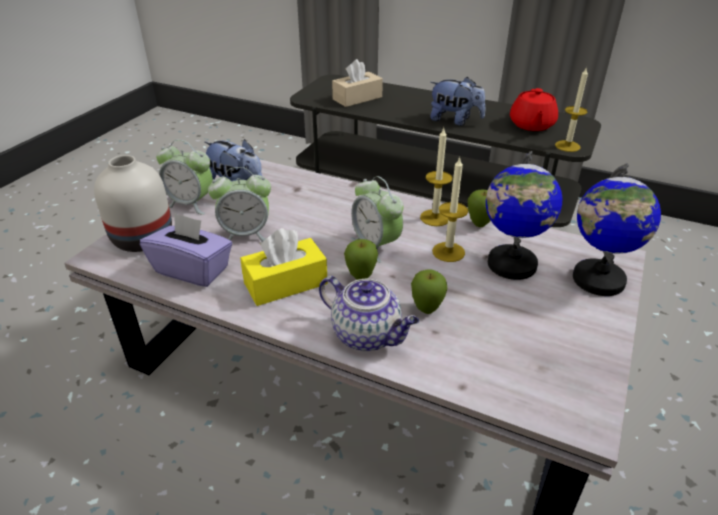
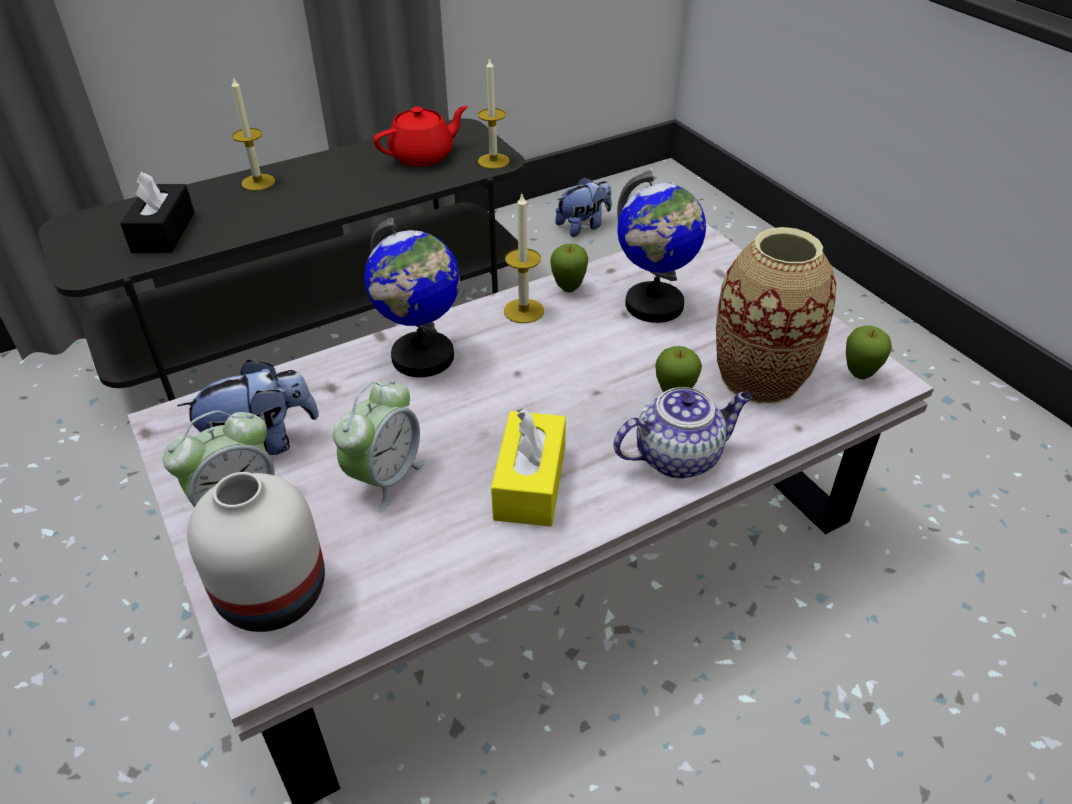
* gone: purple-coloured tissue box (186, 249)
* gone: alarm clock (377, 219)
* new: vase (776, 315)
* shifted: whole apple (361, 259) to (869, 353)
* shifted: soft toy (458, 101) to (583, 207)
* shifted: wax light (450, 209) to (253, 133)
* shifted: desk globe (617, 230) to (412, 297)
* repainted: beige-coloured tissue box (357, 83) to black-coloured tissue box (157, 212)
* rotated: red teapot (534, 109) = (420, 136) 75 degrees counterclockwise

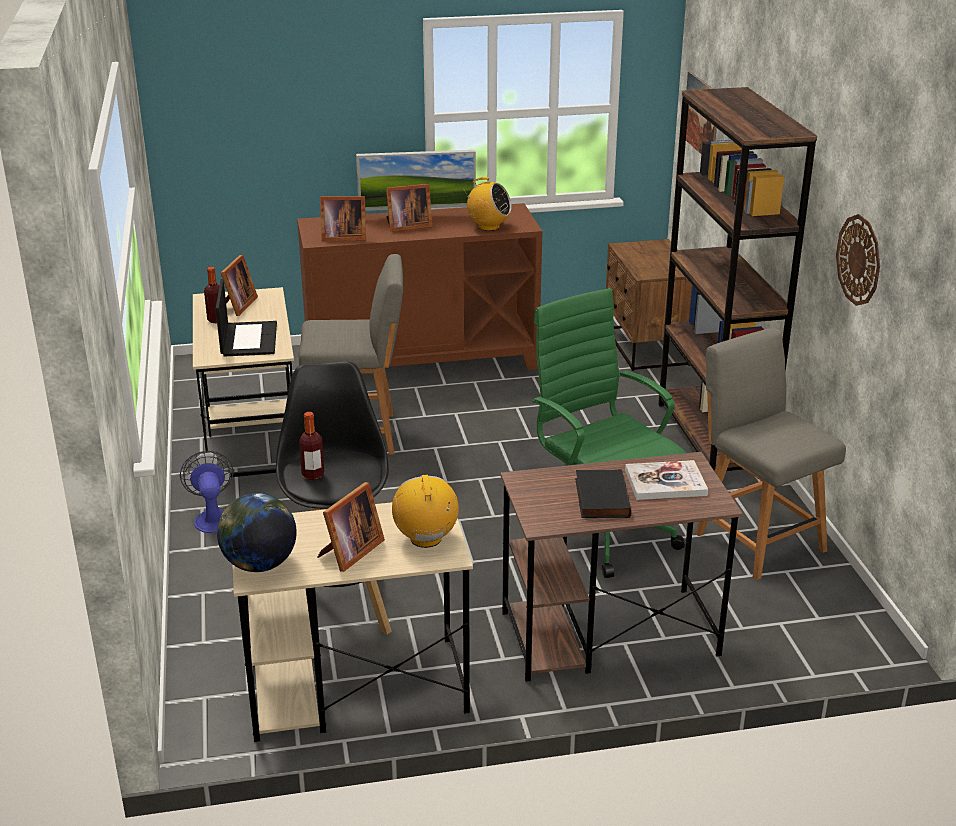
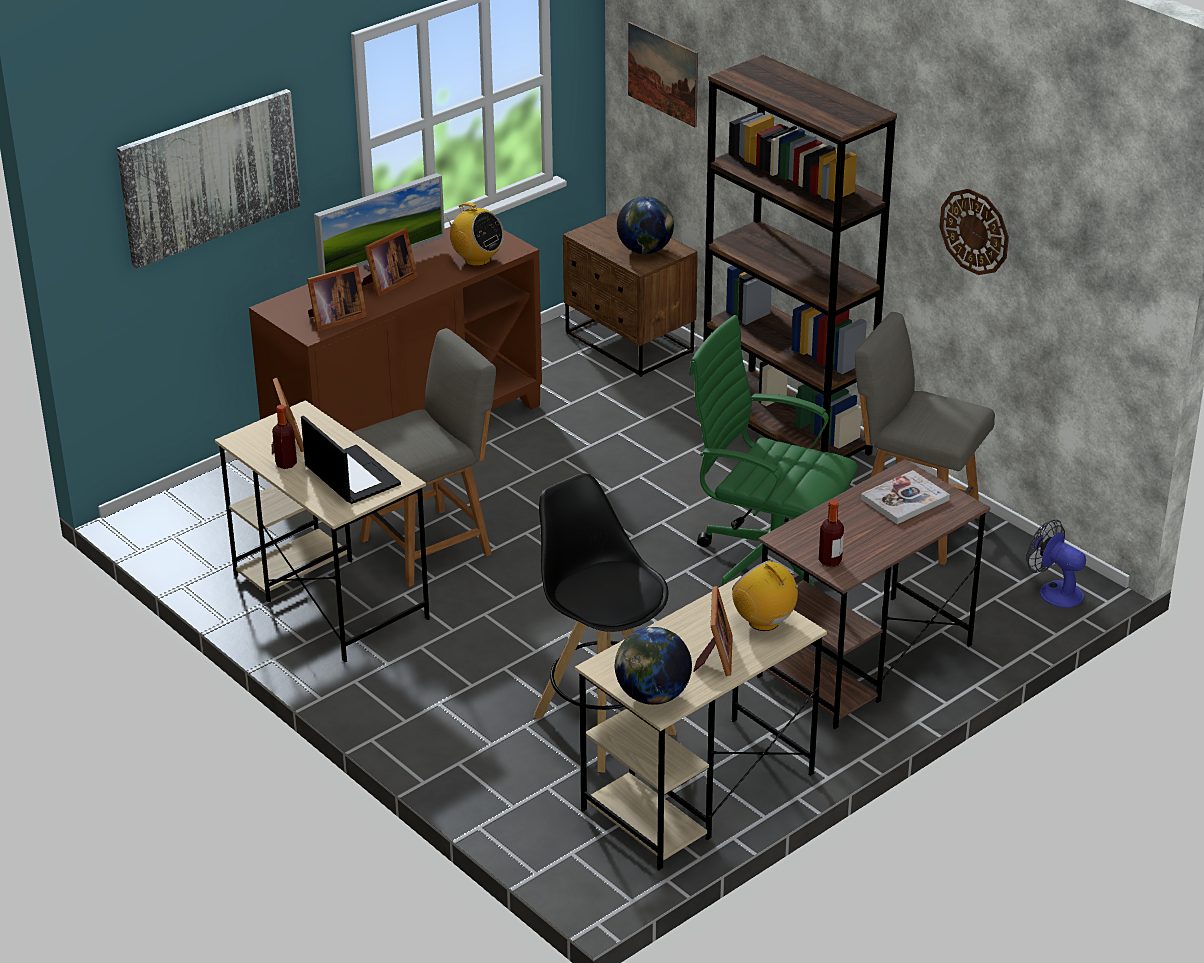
* gone: black-coloured bound book (603, 493)
* new: wall picture (209, 179)
* new: desk globe (645, 225)
* shifted: fan (207, 492) to (1056, 563)
* shifted: beverage bottle (311, 446) to (831, 533)
* rotated: radio receiver (487, 204) = (476, 234) 45 degrees clockwise

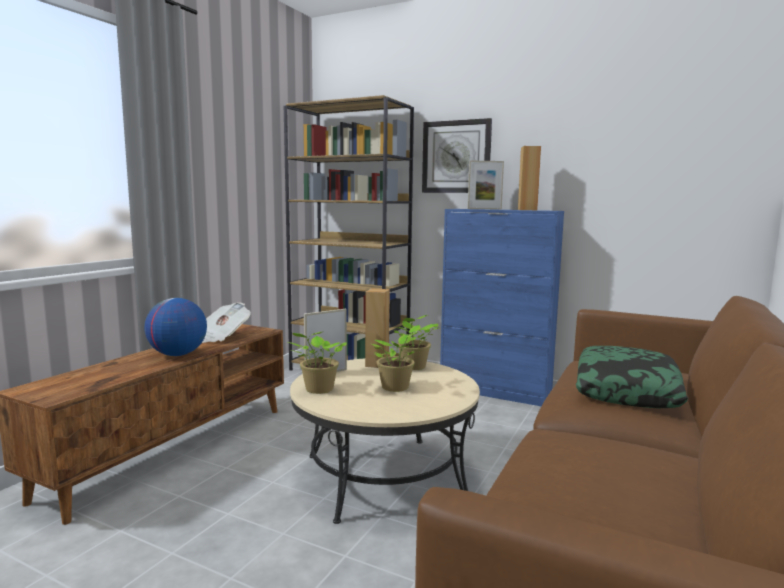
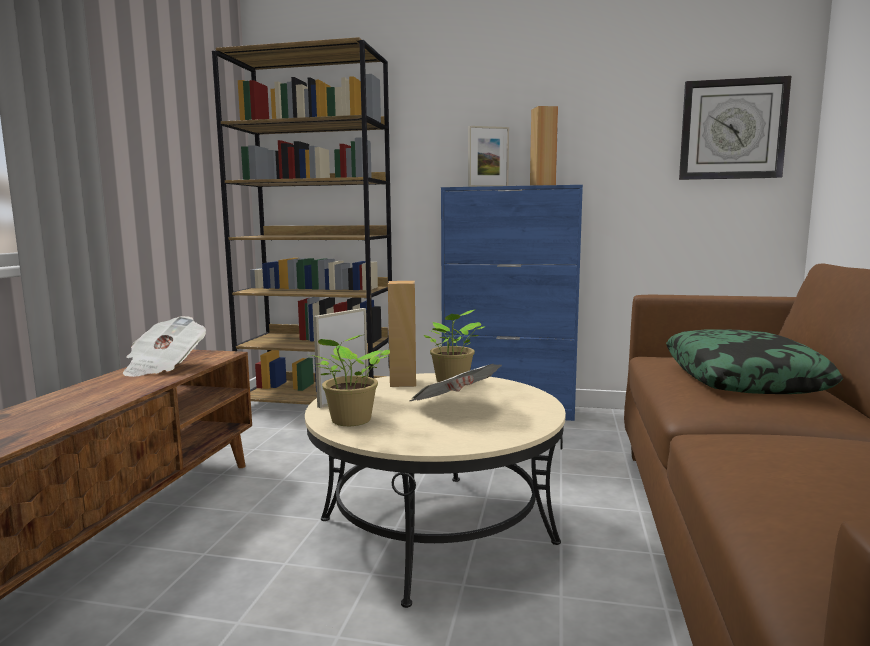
* gone: desk globe (175, 327)
* shifted: hanging clock (457, 155) to (735, 128)
* swapped: plant in a pot (396, 358) to newspaper (455, 382)

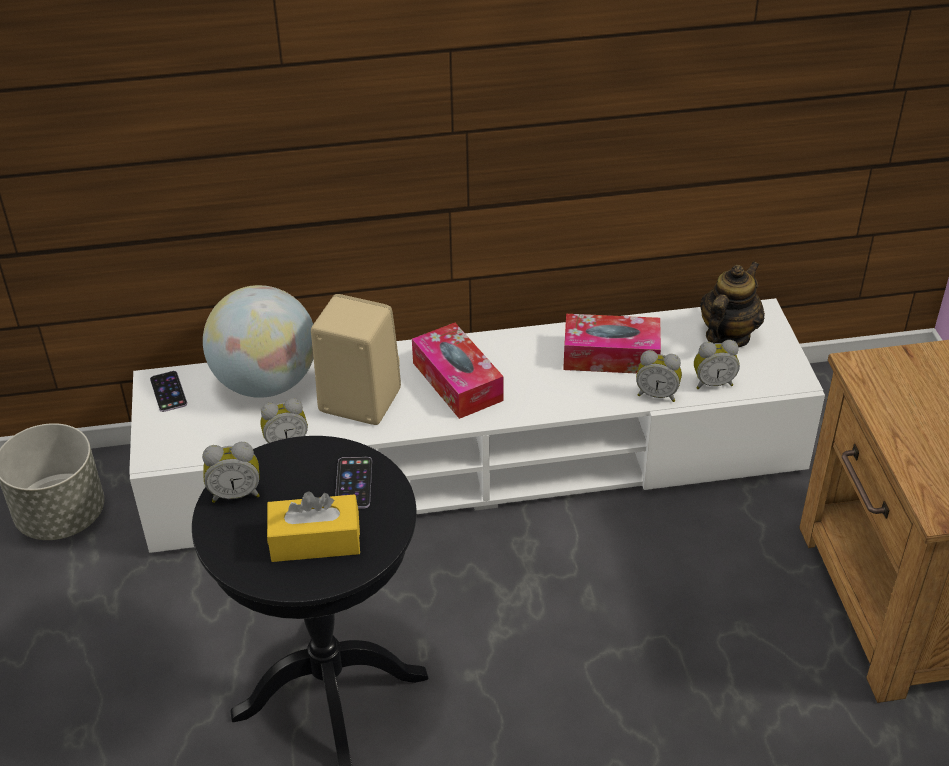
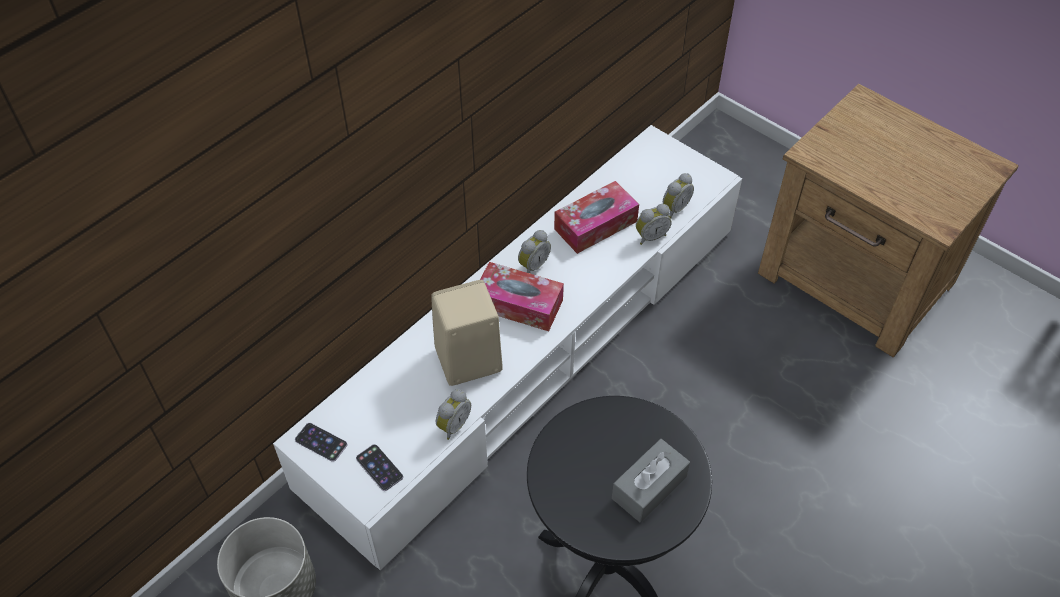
* gone: desk globe (258, 341)
* gone: teapot (732, 304)
* shifted: alarm clock (231, 472) to (534, 251)
* shifted: telephone (353, 483) to (379, 467)
* repainted: yellow tissue box (313, 526) to greyish tissue box (651, 481)

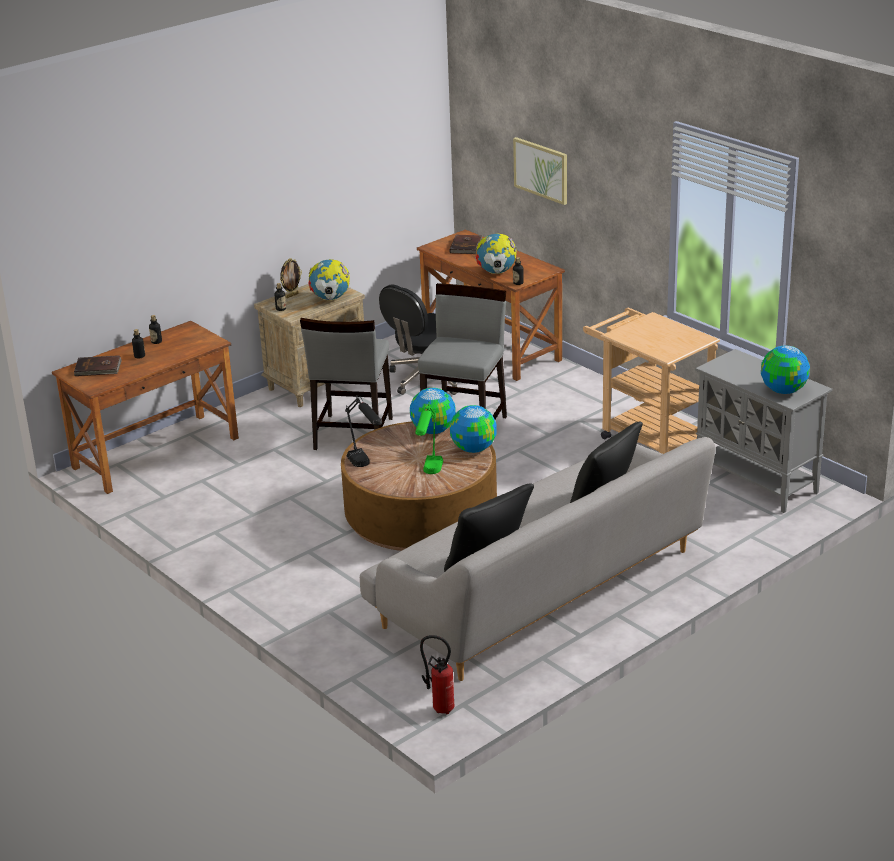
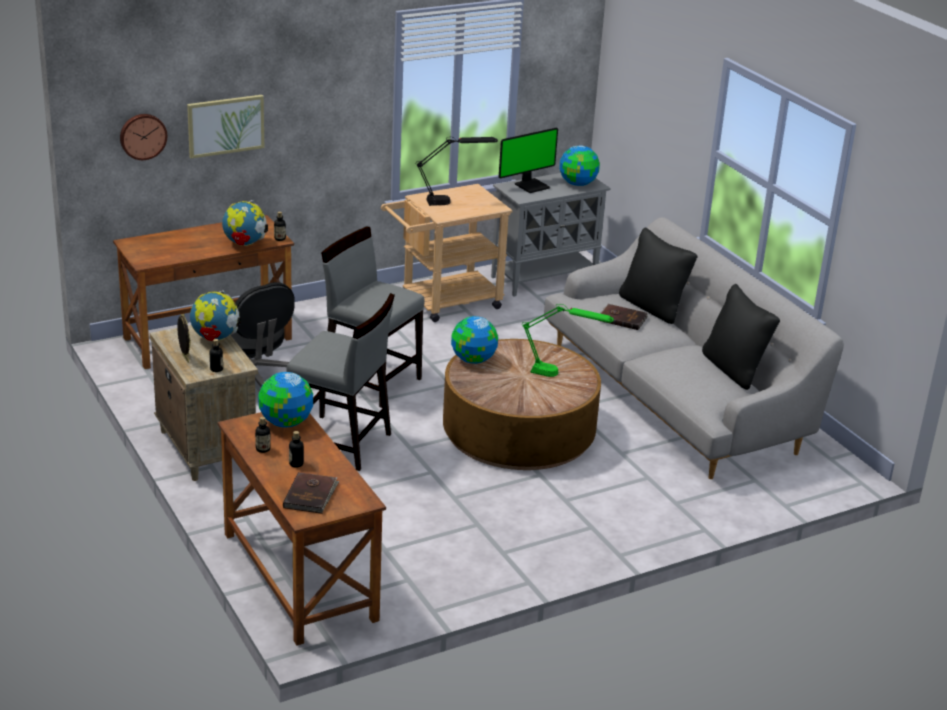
* gone: extinguisher (437, 675)
* new: hanging clock (143, 137)
* new: computer screen (528, 160)
* shifted: black-coloured lamp for a table (363, 431) to (457, 171)
* shifted: brownish bound book (466, 244) to (624, 317)
* shifted: desk globe (473, 429) to (285, 399)

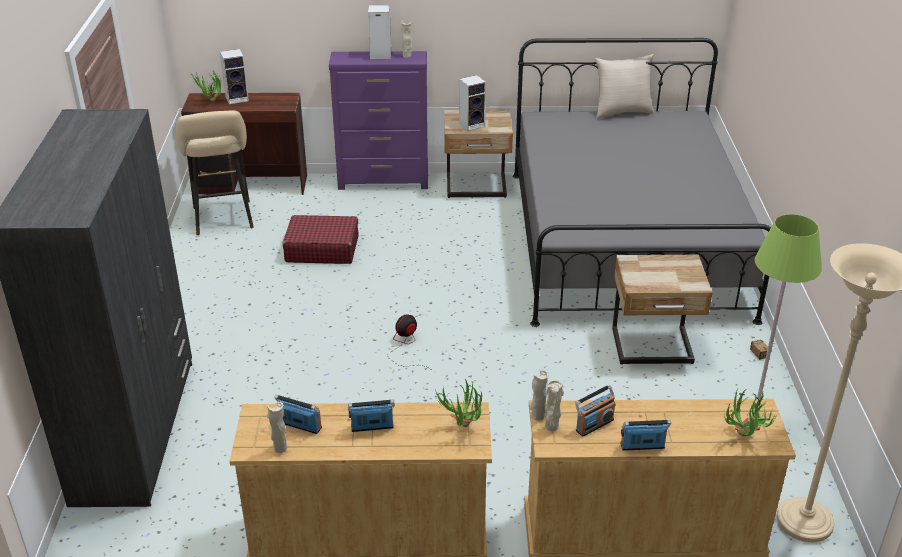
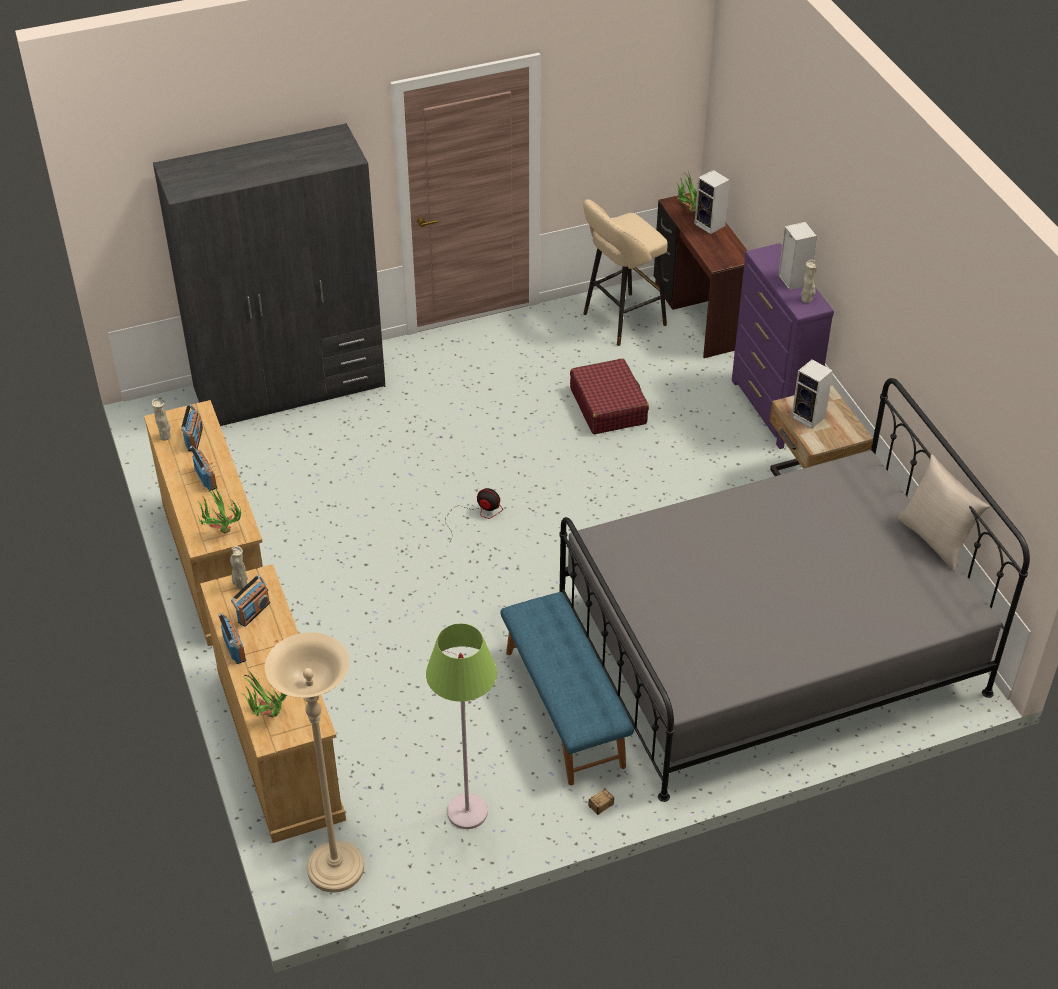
* gone: beige-coloured vase (539, 395)
* swapped: beige-coloured night table (662, 310) to blue long seat (567, 688)
* rotated: radio receiver (595, 411) = (250, 601) 90 degrees counterclockwise

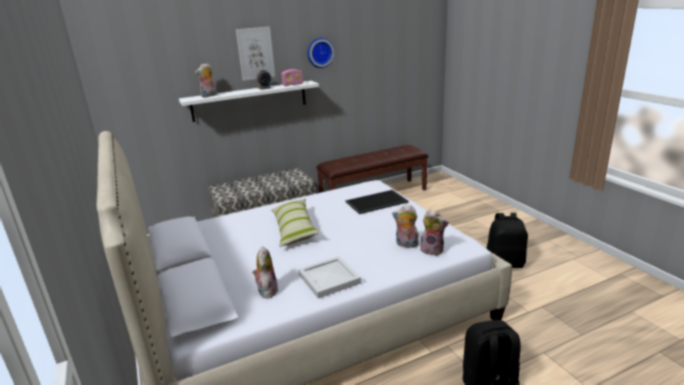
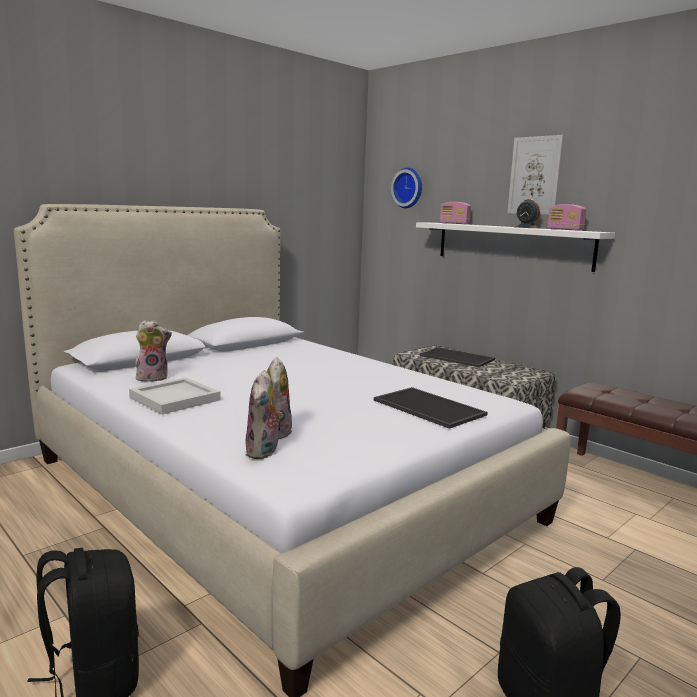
* gone: throw pillow (295, 223)
* new: tray (457, 357)
* shifted: hanging clock (321, 53) to (406, 188)
* swapped: soft toy (205, 80) to radio receiver (455, 213)

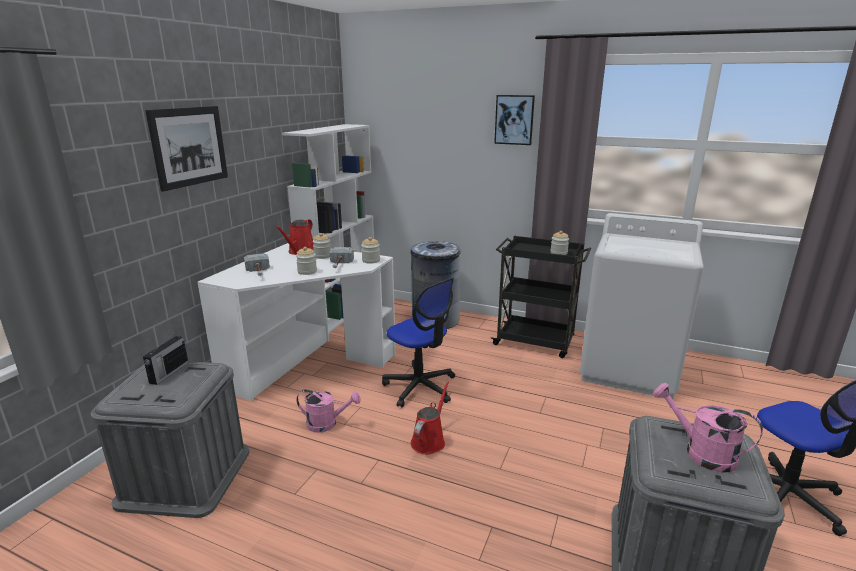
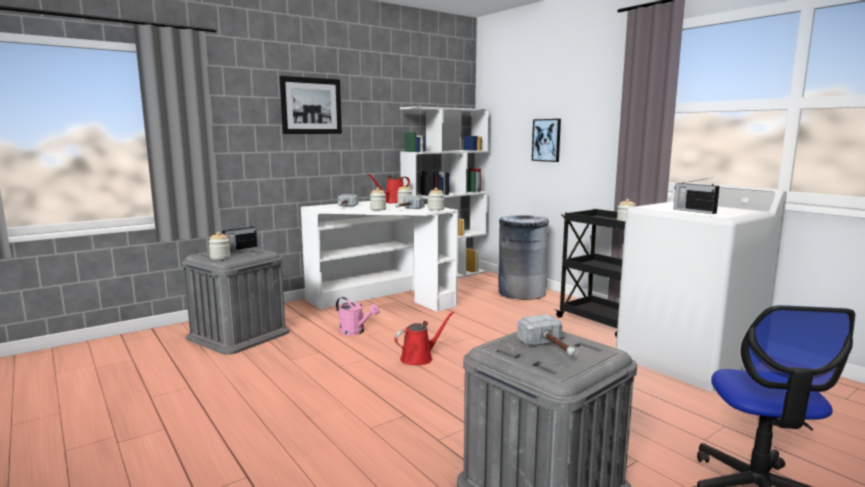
* gone: computer chair (418, 342)
* new: preserve jar (219, 246)
* new: radio receiver (696, 196)
* shifted: wall picture (514, 120) to (546, 140)
* swapped: pink sprinkling can (708, 428) to hand hammer (546, 335)

